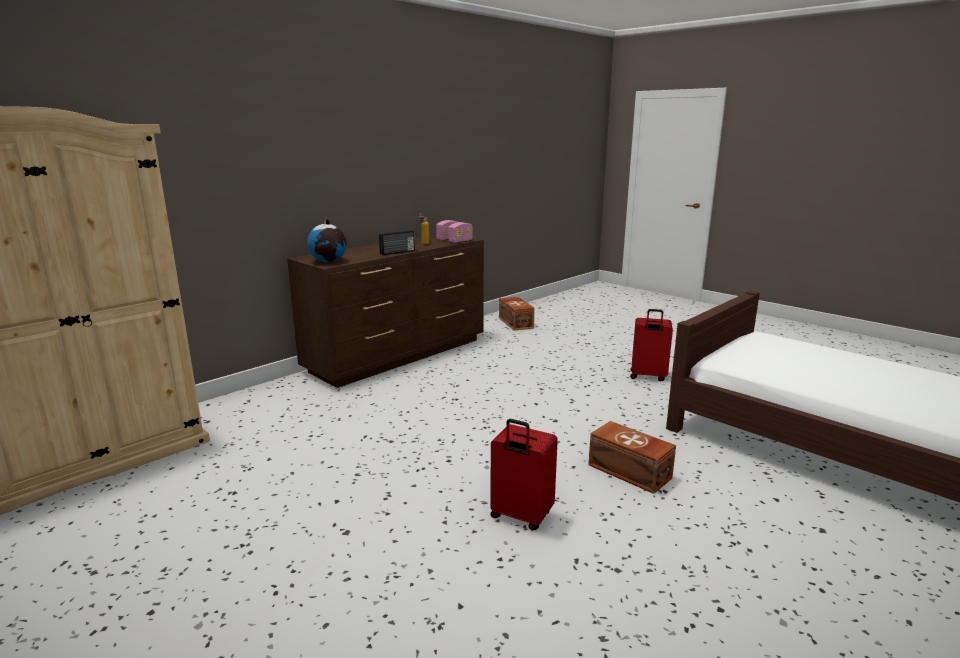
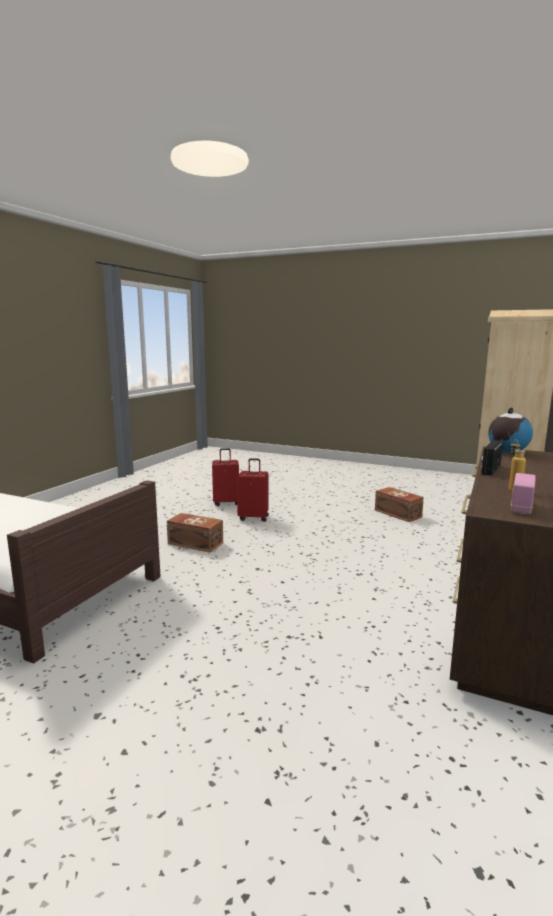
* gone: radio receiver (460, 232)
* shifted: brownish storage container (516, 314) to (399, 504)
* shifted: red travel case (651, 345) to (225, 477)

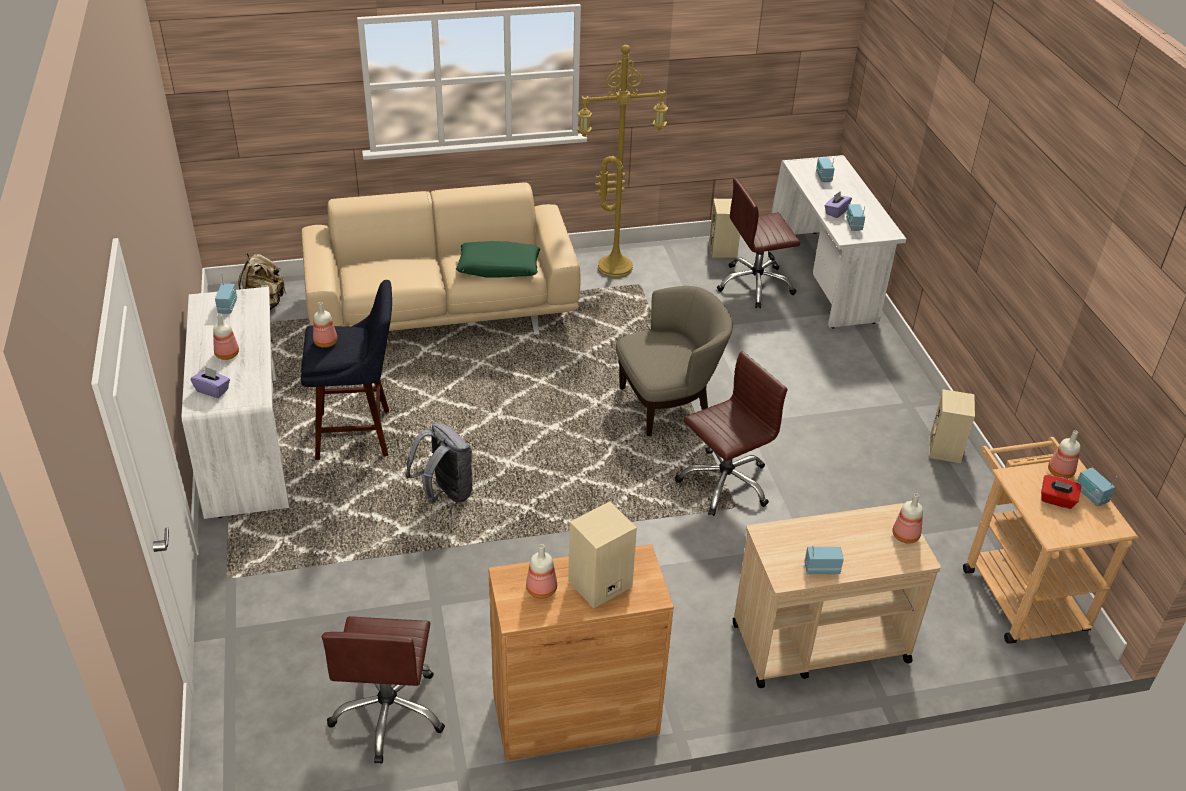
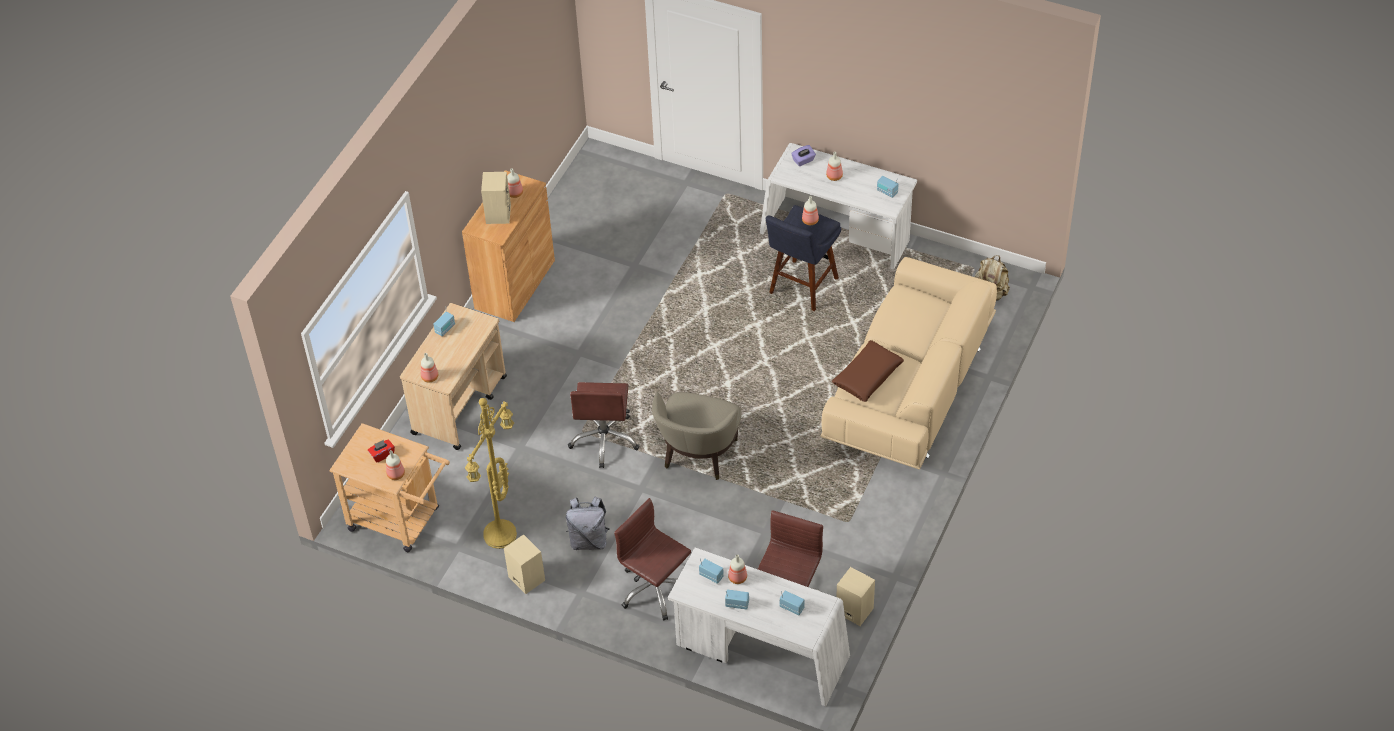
* shifted: brownish computer chair (383, 690) to (652, 559)
* shifted: greyish knapsack (439, 463) to (588, 523)
* shifted: yellow floor lamp (622, 161) to (491, 473)
* shifted: radio receiver (1097, 487) to (737, 599)
* swapped: purple-coloured tissue box (838, 204) to beverage bottle (737, 569)
* repainted: greenish throw pillow (498, 259) to brownish throw pillow (868, 371)

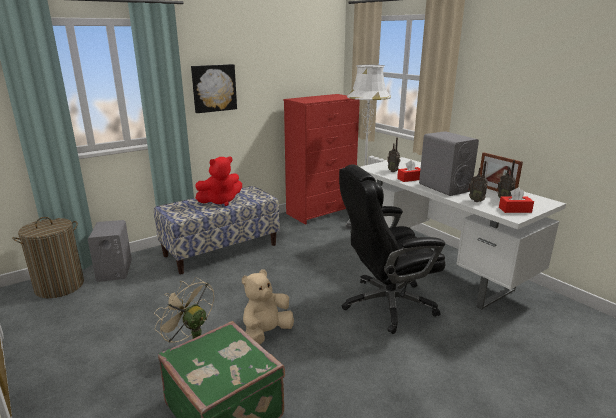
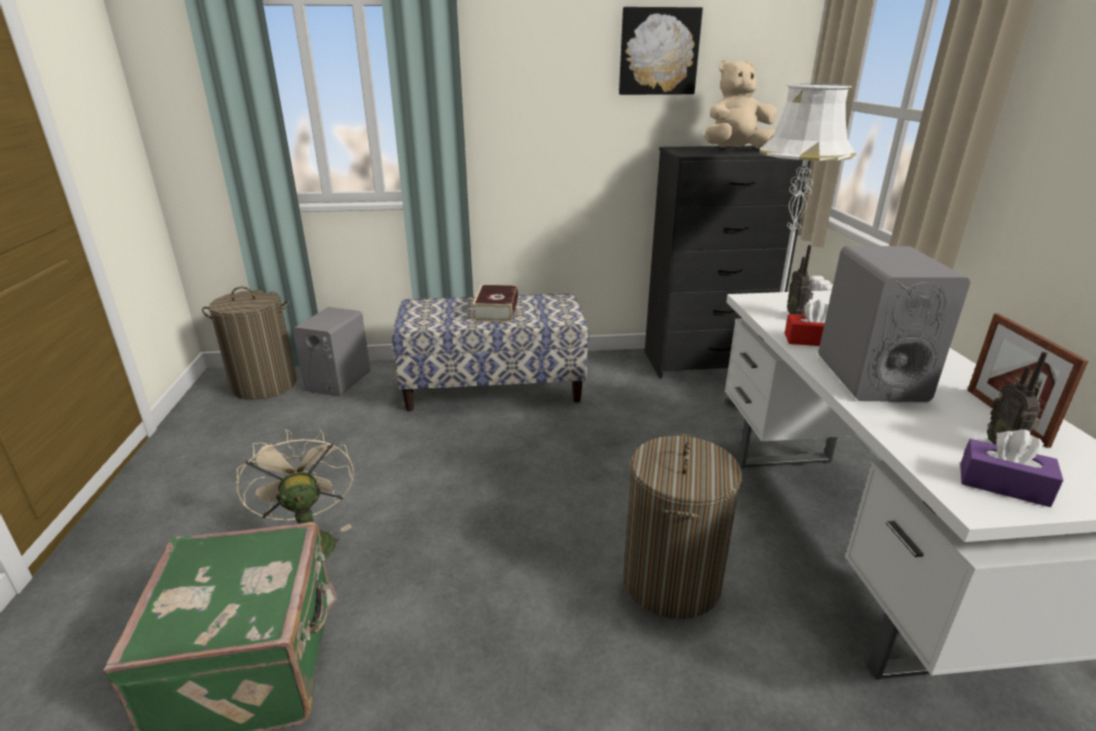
* gone: radio receiver (478, 181)
* shifted: wall picture (214, 88) to (661, 51)
* shifted: beige-coloured soft toy (268, 306) to (741, 104)
* swapped: red soft toy (218, 181) to bound book (495, 303)
* swapped: black-coloured computer chair (392, 249) to laundry basket (683, 526)
* repainted: red chest of drawers (321, 159) to black-coloured chest of drawers (728, 262)
* repainted: red tissue box (516, 200) to purple-coloured tissue box (1012, 468)

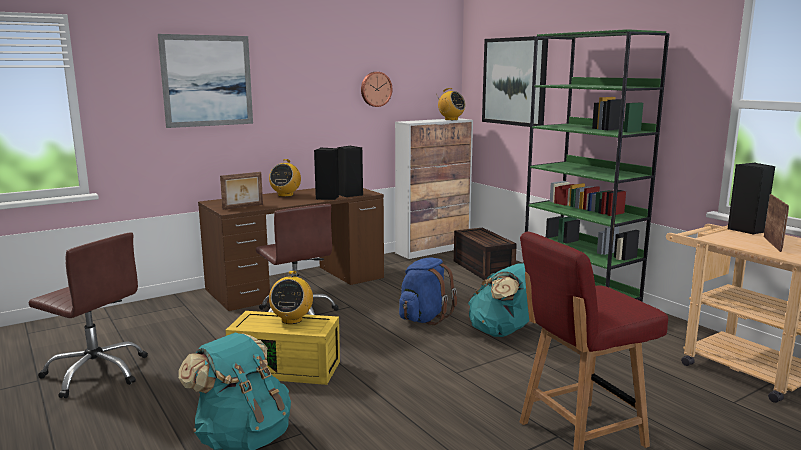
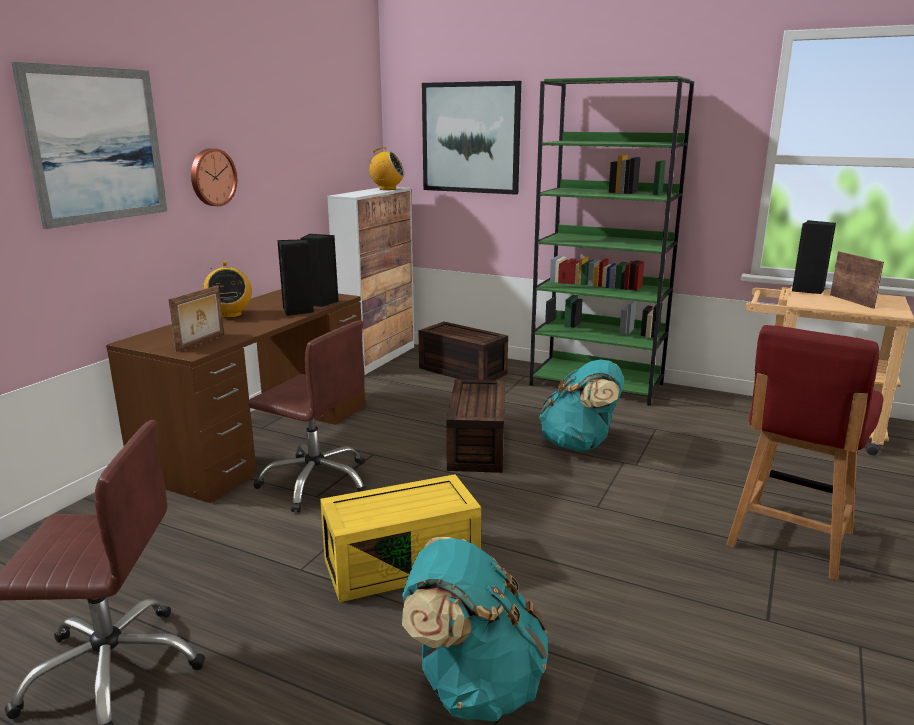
* gone: radio receiver (291, 297)
* shifted: hanging clock (376, 89) to (214, 177)
* swapped: blue knapsack (428, 291) to brownish storage container (475, 426)

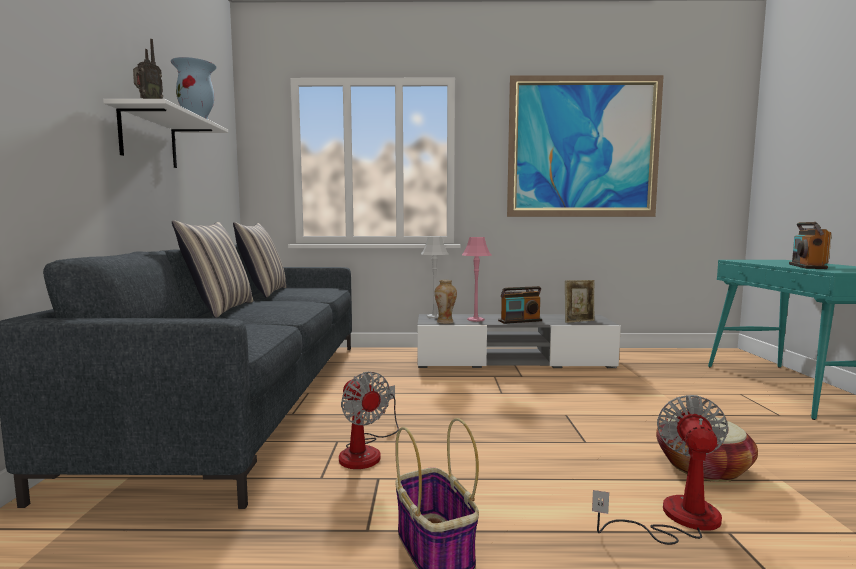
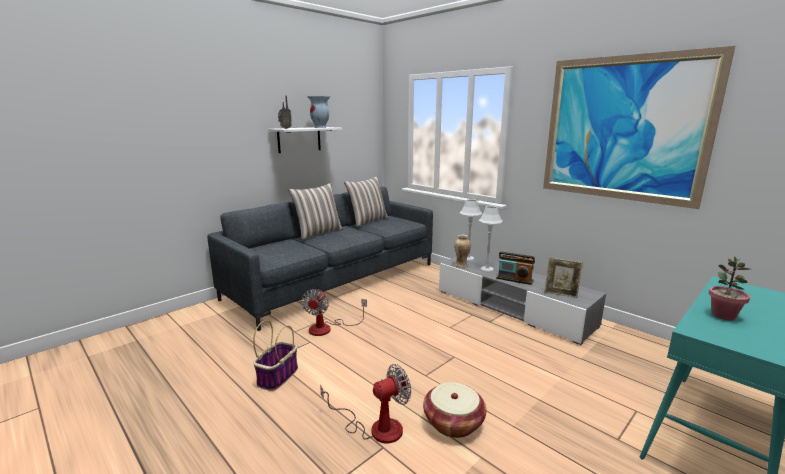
* swapped: radio receiver (810, 245) to plant in a pot (729, 288)
* repainted: pink lamp for a table (476, 279) to greyish lamp for a table (490, 239)

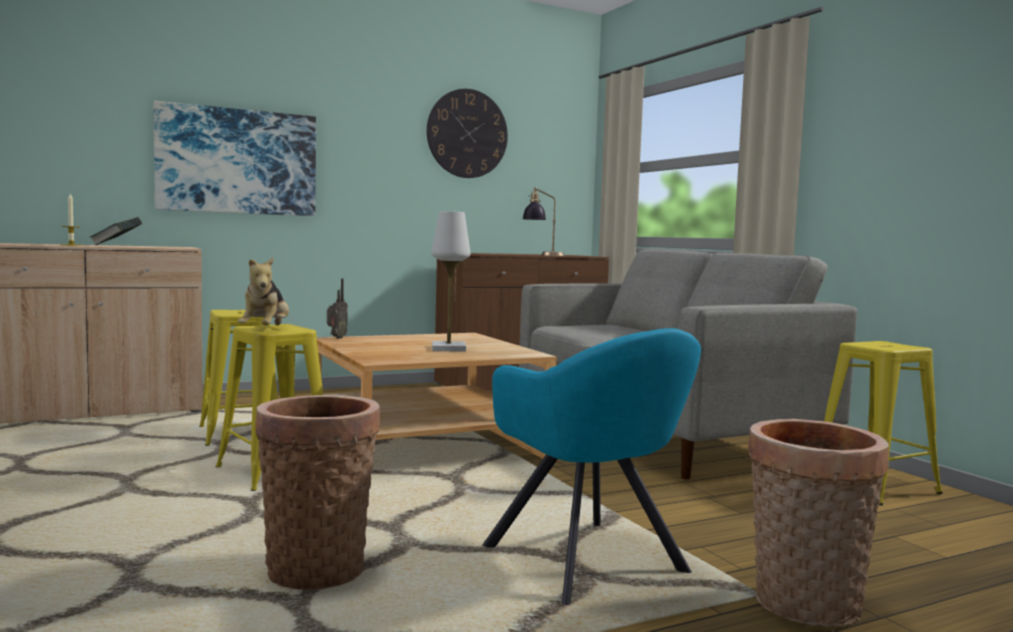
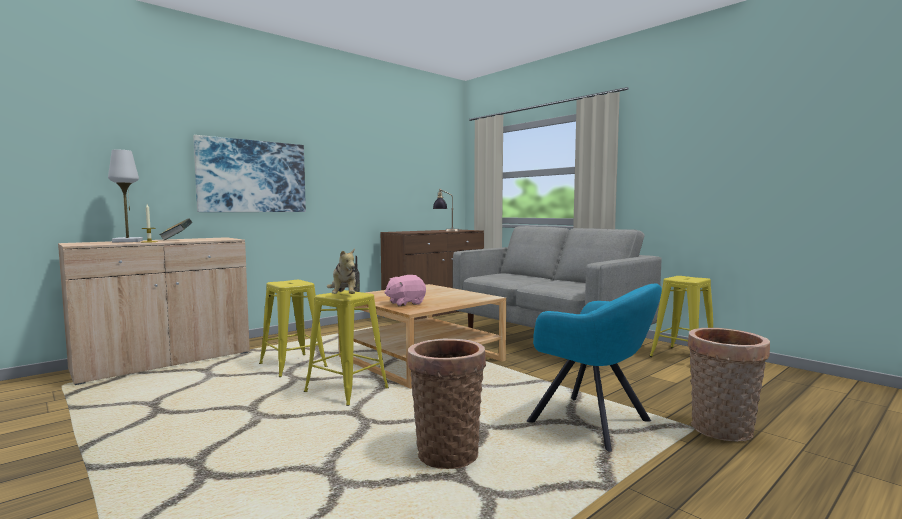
* gone: hanging clock (467, 133)
* new: pink soft toy (405, 290)
* shifted: white-coloured lamp for a table (451, 281) to (125, 196)

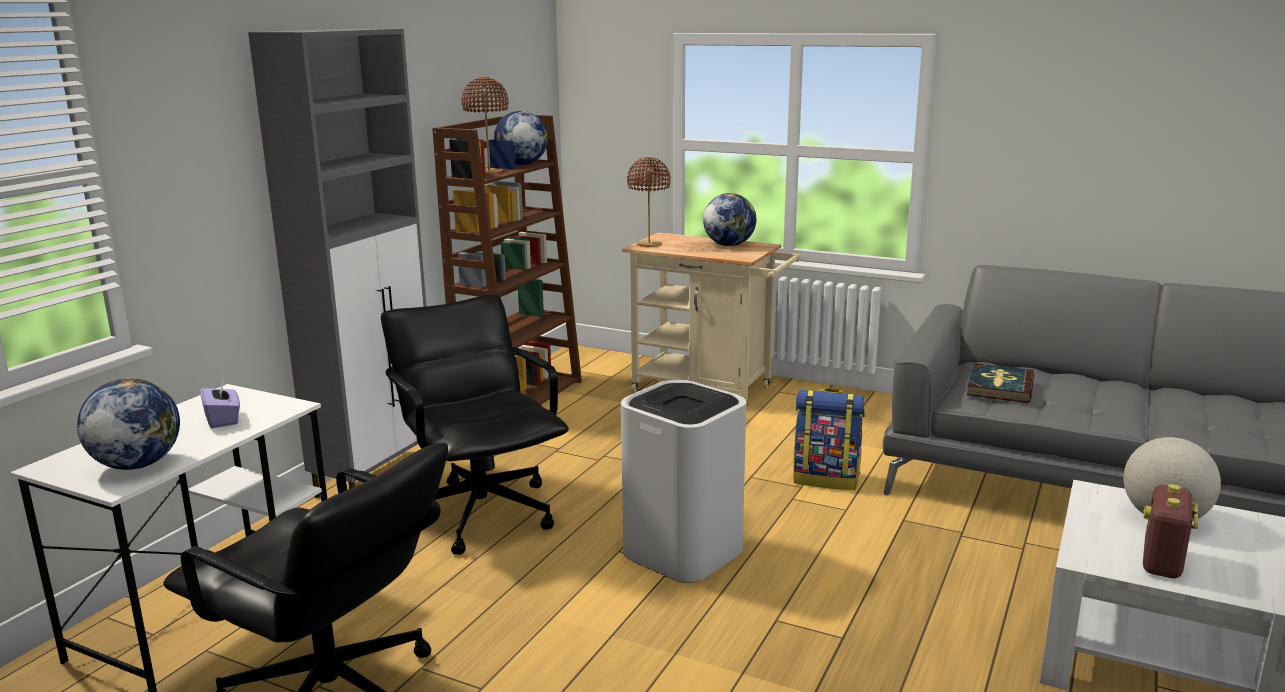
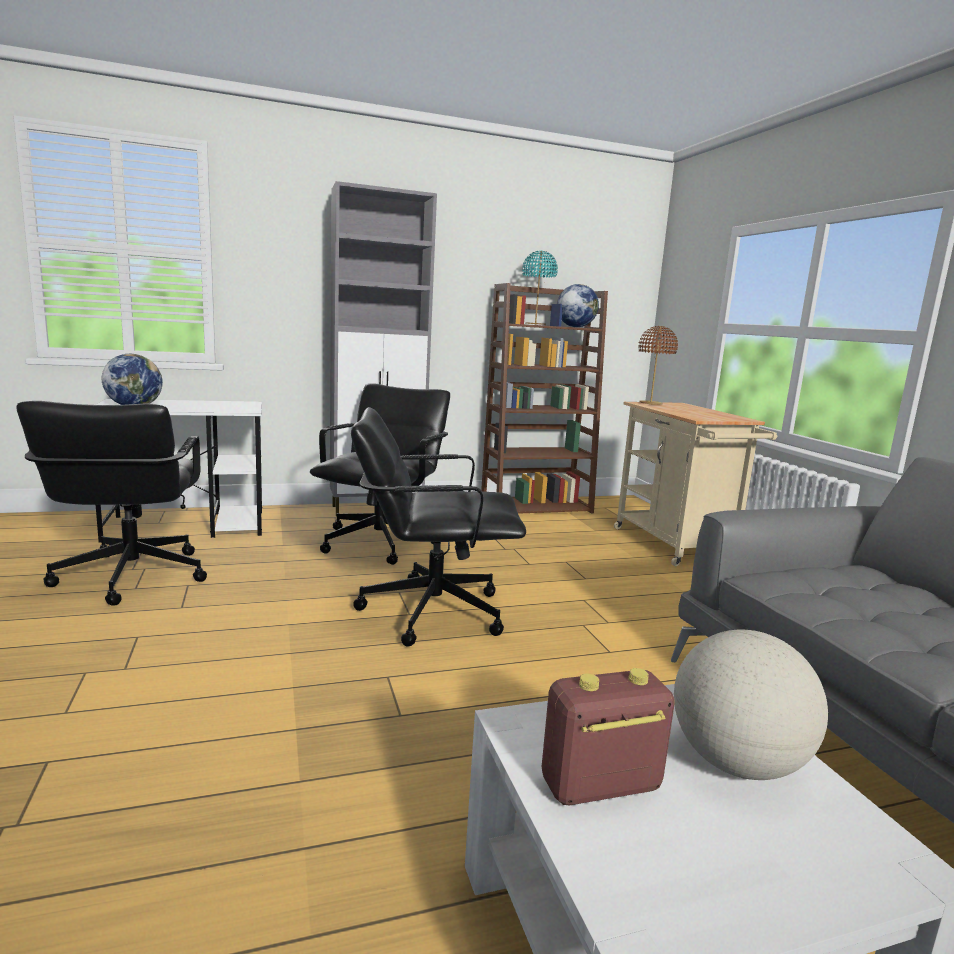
* gone: purple-coloured tissue box (220, 404)
* gone: desk globe (729, 219)
* gone: knapsack (829, 439)
* gone: bound book (1000, 383)
* swapped: white-coloured waste bin (683, 481) to black-coloured computer chair (438, 527)
* repainted: brownish lamp for a table (485, 125) to turquoise-coloured lamp for a table (540, 288)

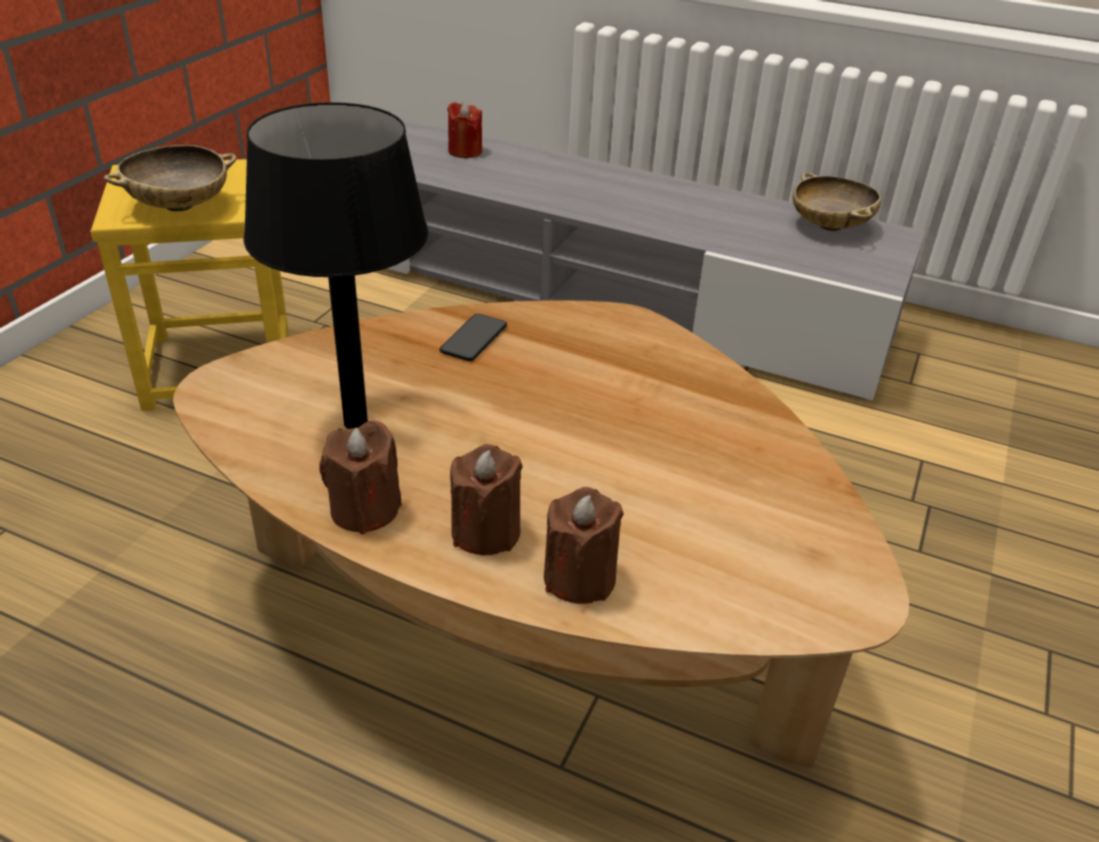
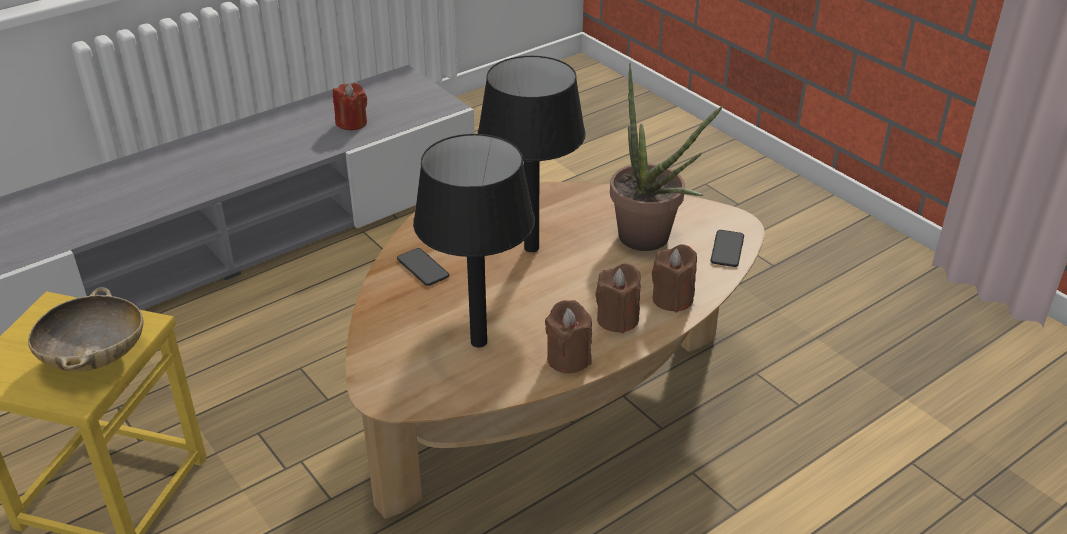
* gone: beige-coloured bowl (837, 201)
* new: black-coloured lamp for a table (532, 154)
* new: plant in a pot (666, 156)
* new: telephone (727, 248)
* shifted: red wax light (464, 130) to (350, 106)

